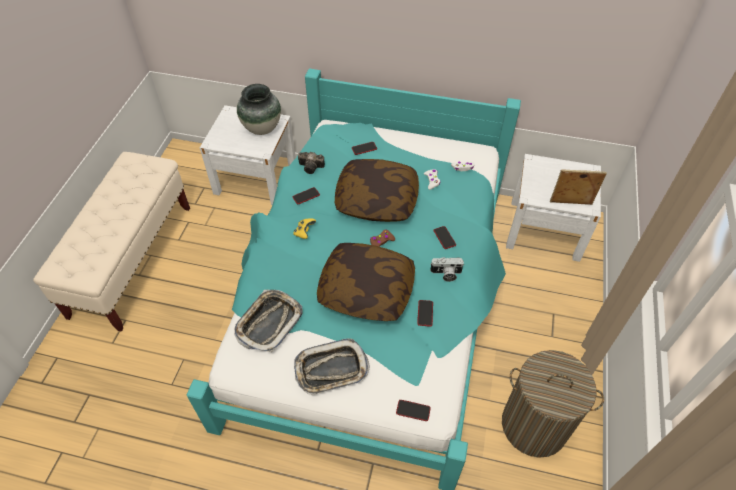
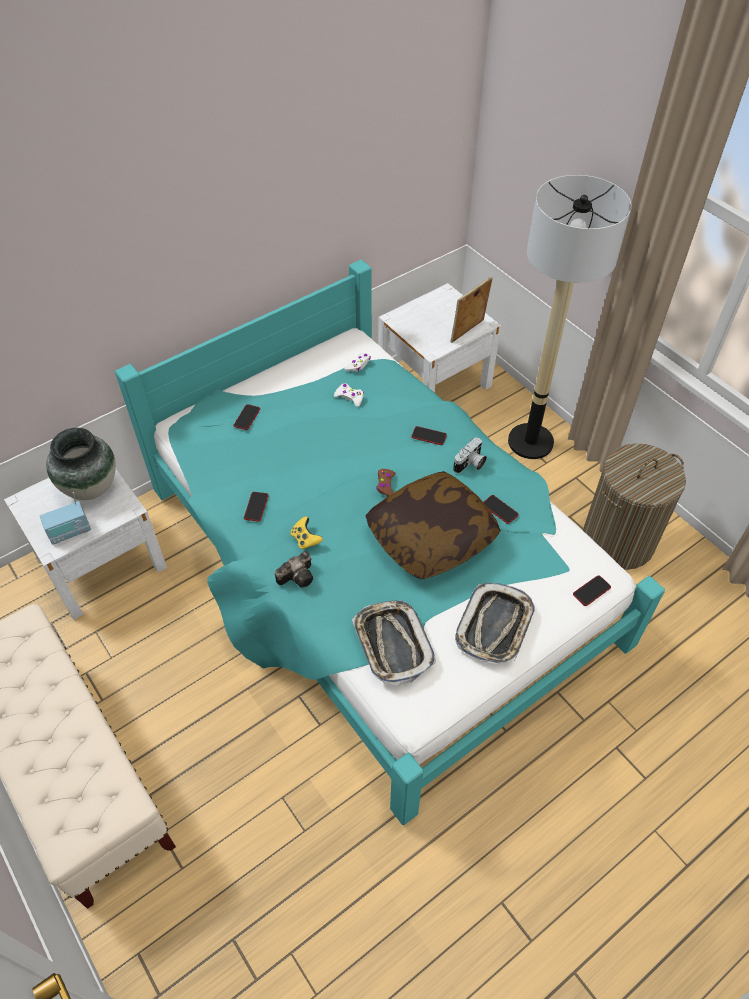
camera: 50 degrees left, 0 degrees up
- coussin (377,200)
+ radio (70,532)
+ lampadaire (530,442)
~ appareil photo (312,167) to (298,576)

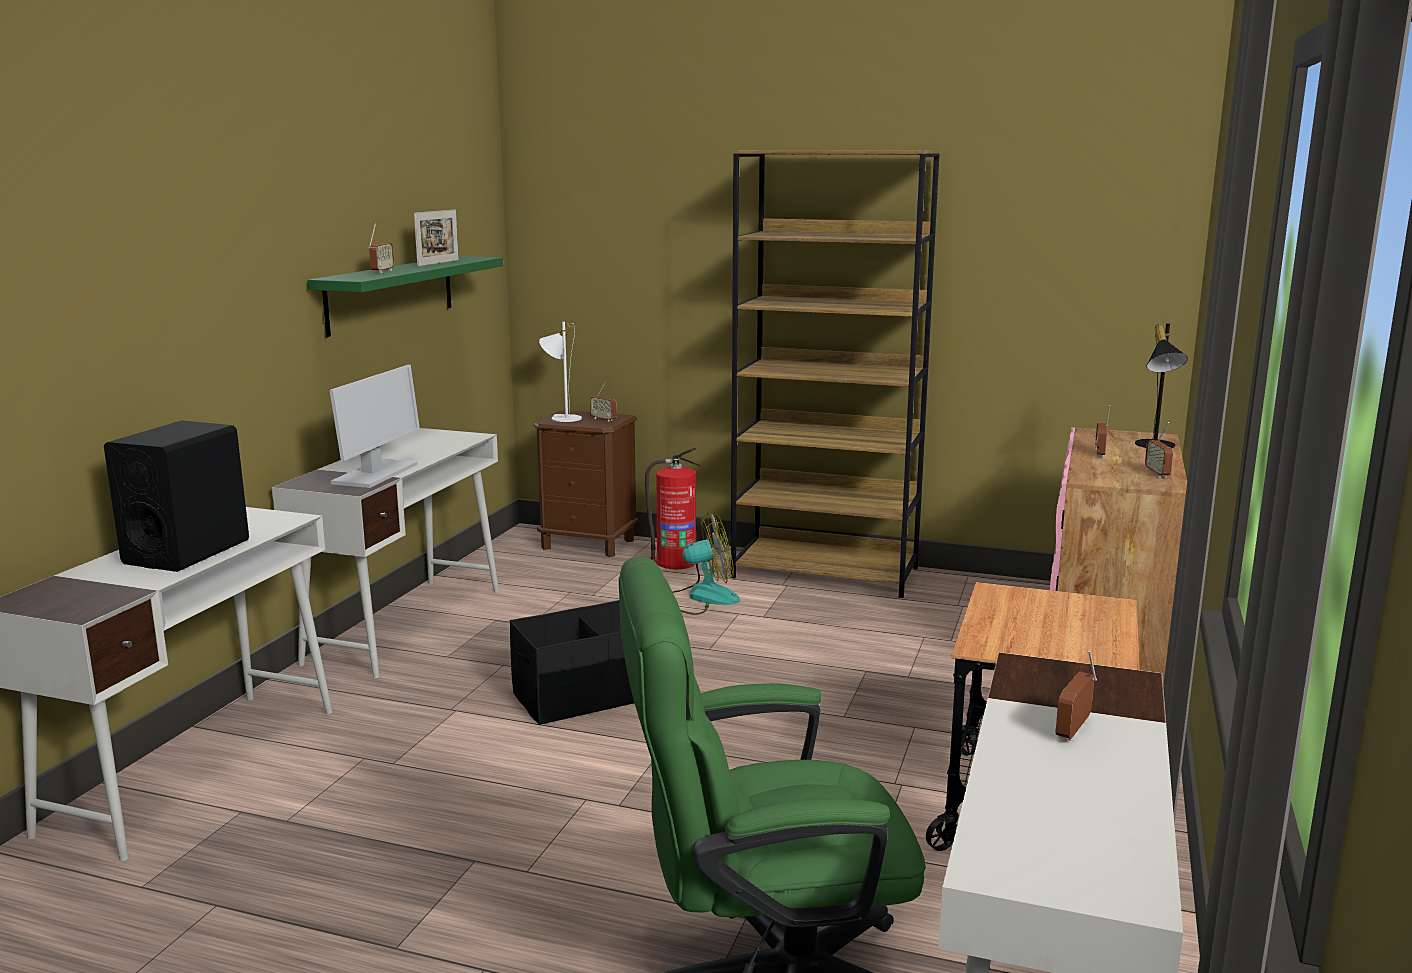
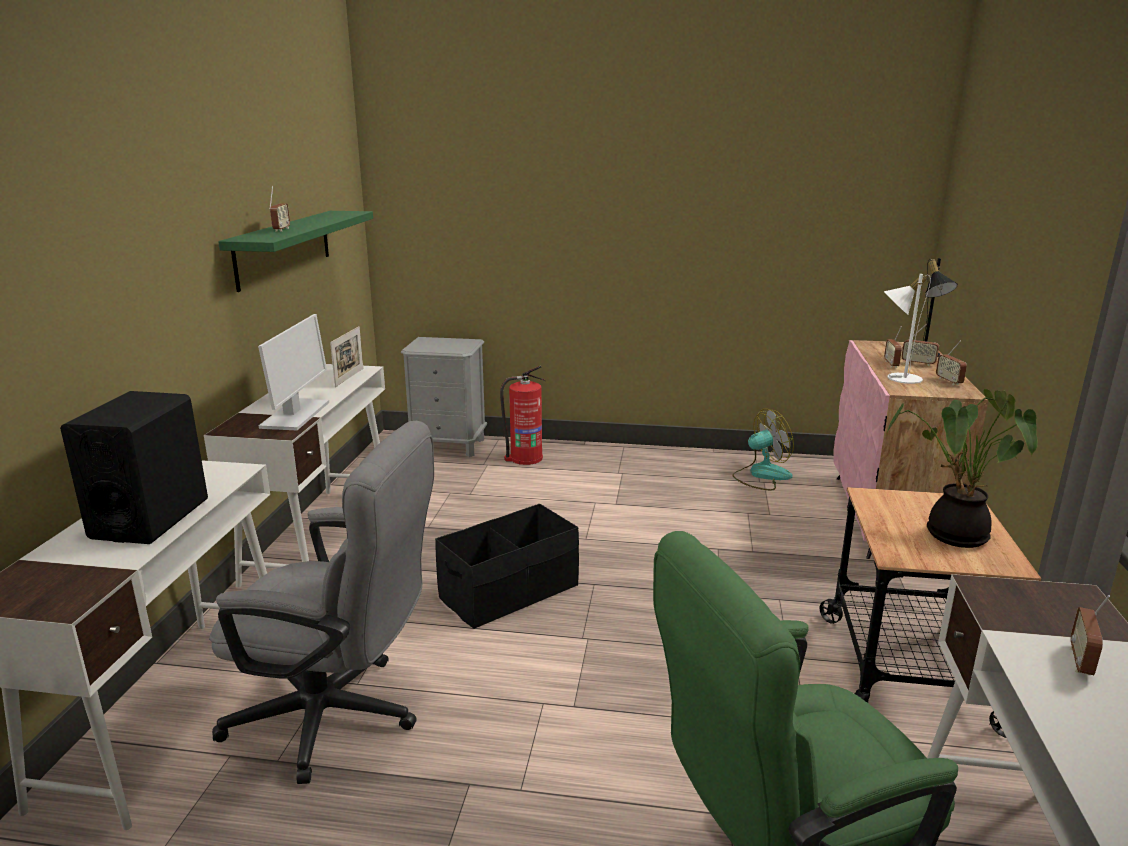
camera: 10 degrees left, 5 degrees up
- bibliothèque (marron) (826,573)
+ chaise de bureau (gris) (339,717)
+ plante en pot (951,535)
~ cadre photo (438,263) to (349,377)
~ lampe de table (blanc) (562,417) to (897,377)
~ radio (603,419) to (918,363)
~ ventilateur (701,598) to (761,475)
~ table de chevet (marron) (589,544) to table de chevet (gris) (448,446)

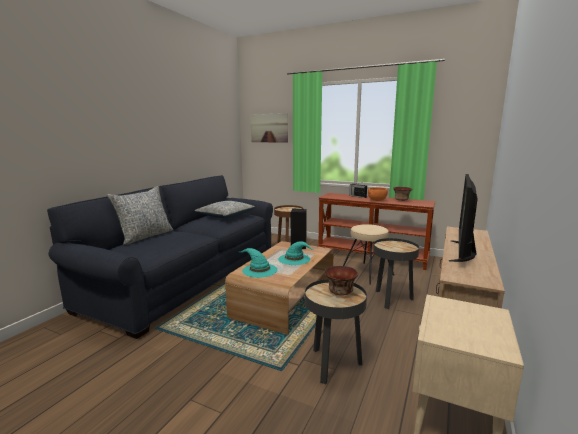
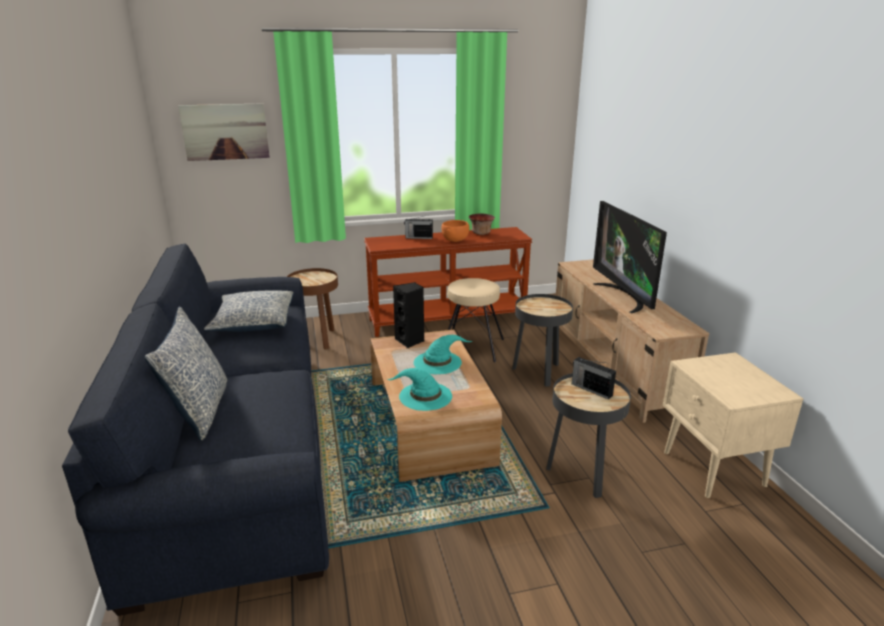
camera: 40 degrees left, 10 degrees up
~ bol (341,292) to radio (591,389)

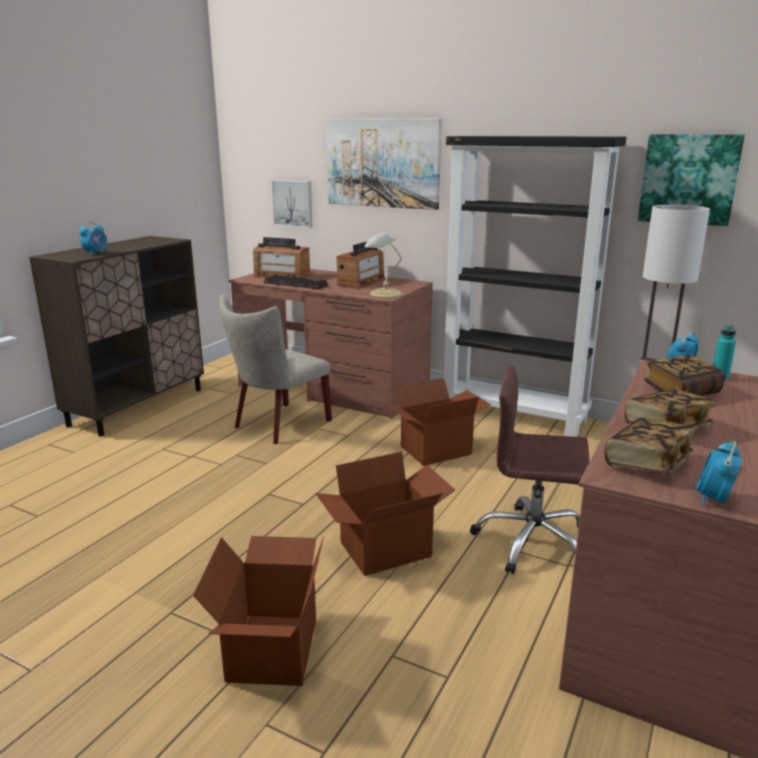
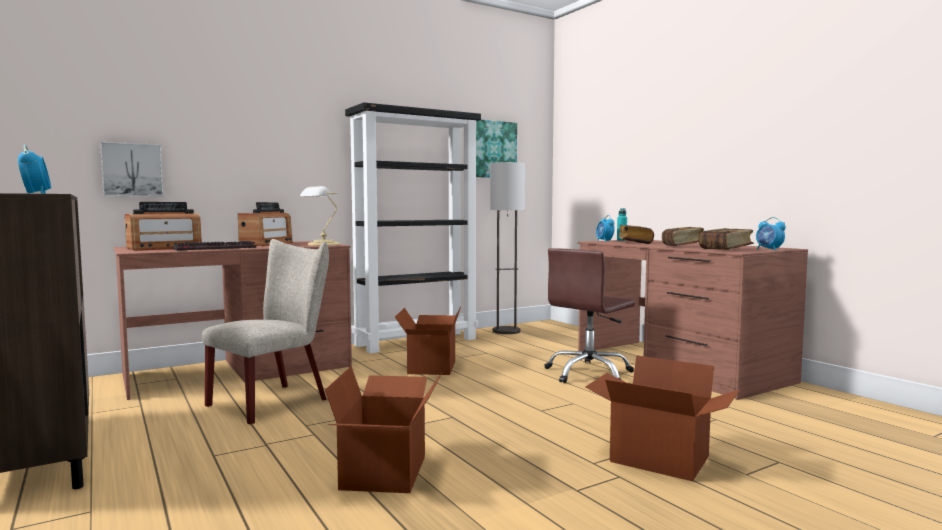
camera: 60 degrees left, 15 degrees down
- tableau (382,163)
~ carton (386,550) to (386,472)
~ chaise (beige) (277,425) = (274,401) 120 degrees counterclockwise
~ radio (361,282) = (267,244) 45 degrees clockwise

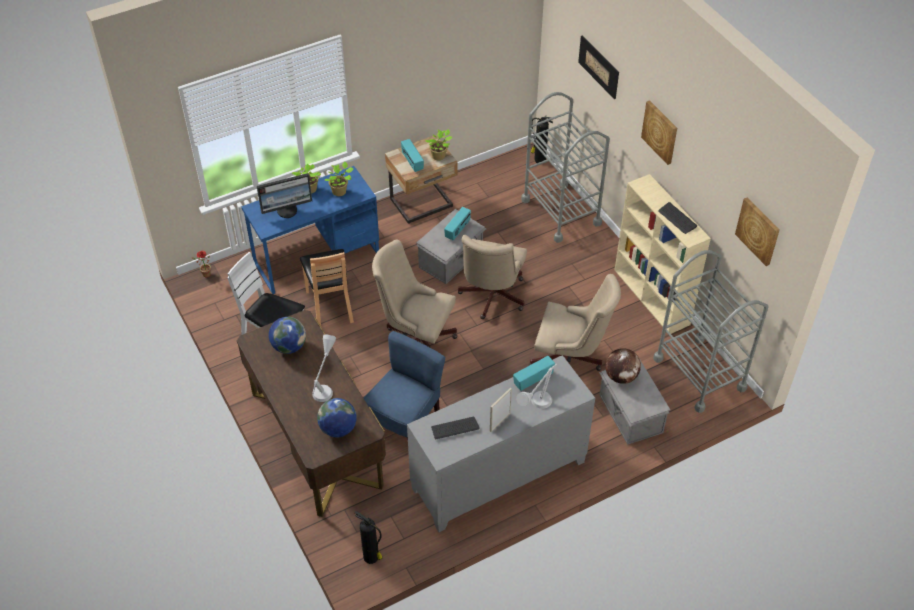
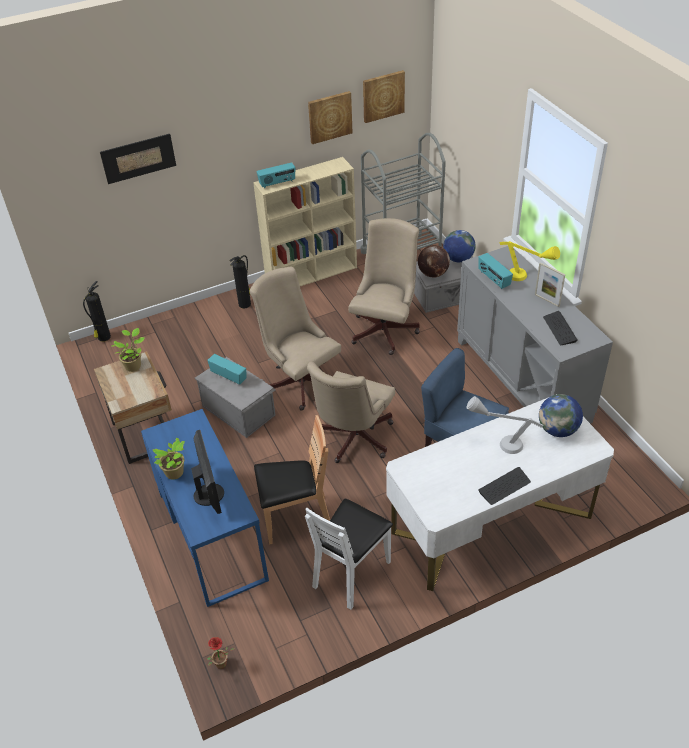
camera: 85 degrees left, 5 degrees down
- plante en pot (340,191)
- chariot (gris) (561,212)
~ globe (289,346) to (458,259)
~ extincteur (371,557) to (245,304)
~ radio (412,162) to (277,183)
~ tableau (660,132) to (329,117)
~ clavier (677,219) to (504,486)
~ bureau (marron) (316,439) to bureau (blanc) (491,524)
~ lampe de table (gris) (535,407) to lampe de table (jaune) (526,278)
~ chaise de bureau (beige) (491,298) = (299,380) 150 degrees counterclockwise

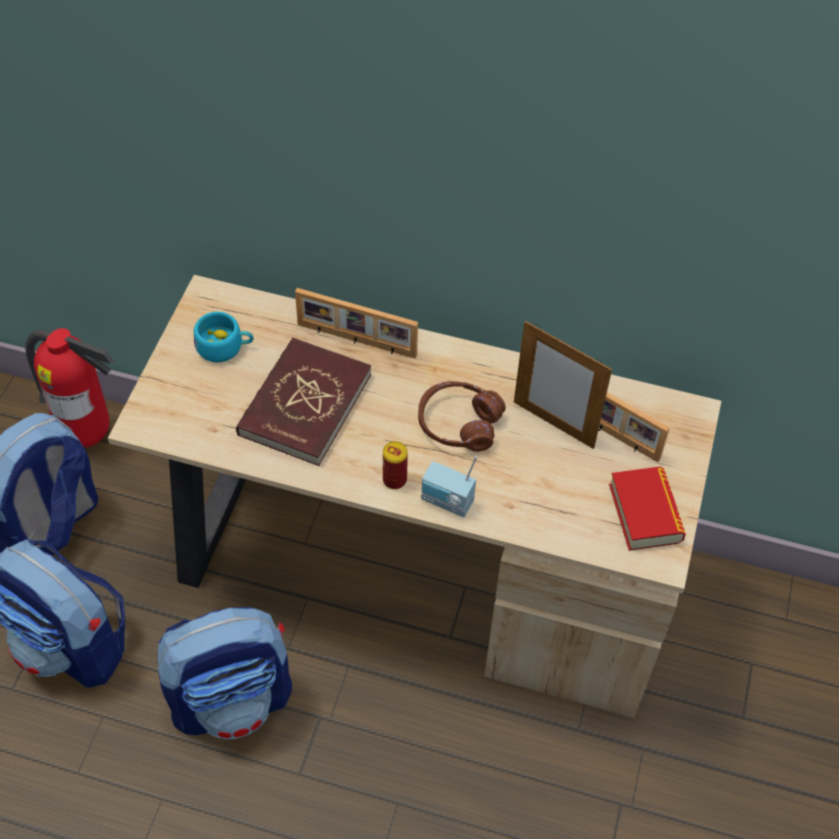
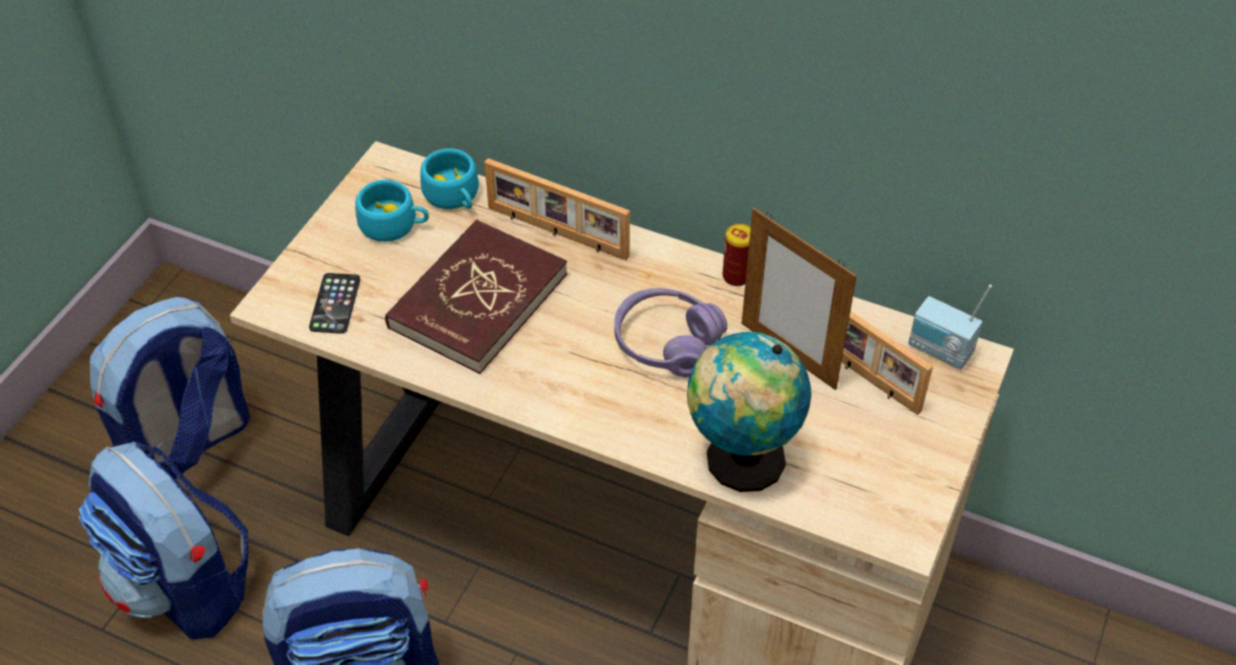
camera: 10 degrees right, 5 degrees down
- extincteur (88,435)
- livre (645,513)
+ téléphone (335,304)
+ tasse (turquoise) (454,197)
+ globe (740,462)
~ boîte métallique (394,479) to (736,276)
~ radio (446,502) to (939,351)
~ casque audio (marron) (458,424) to casque audio (violet) (666,342)

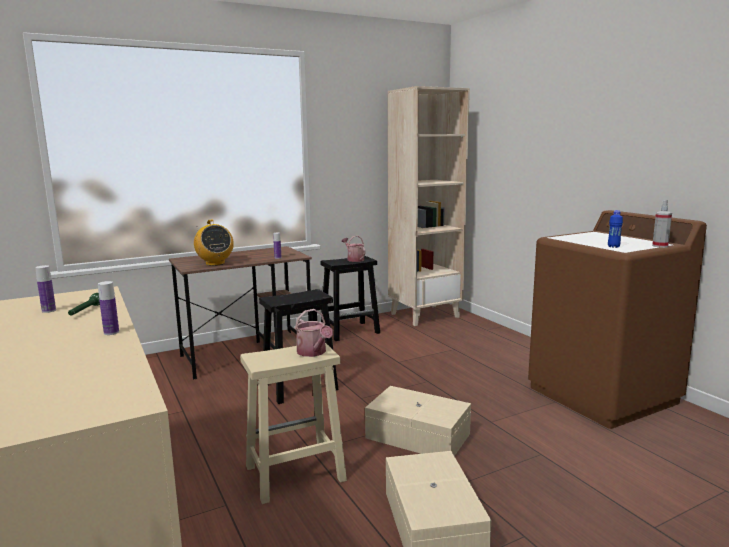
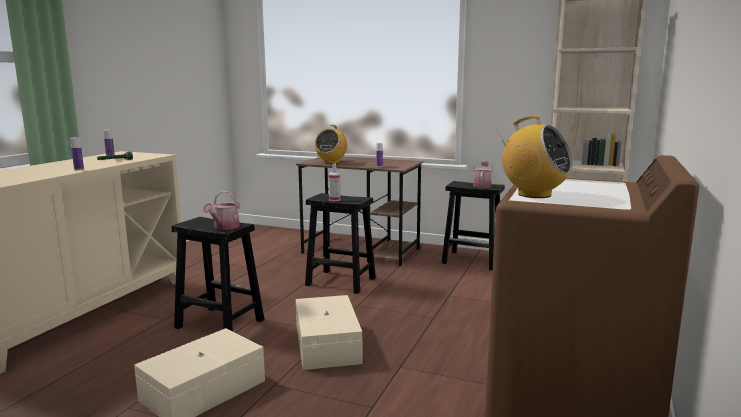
camera: 50 degrees right, 0 degrees up
~ vaporisateur (660,246) to (334,200)
~ bouteille (bleu) (613,247) to radio (533,194)
~ tabouret (beige) (293,474) to tabouret (noir) (218,324)

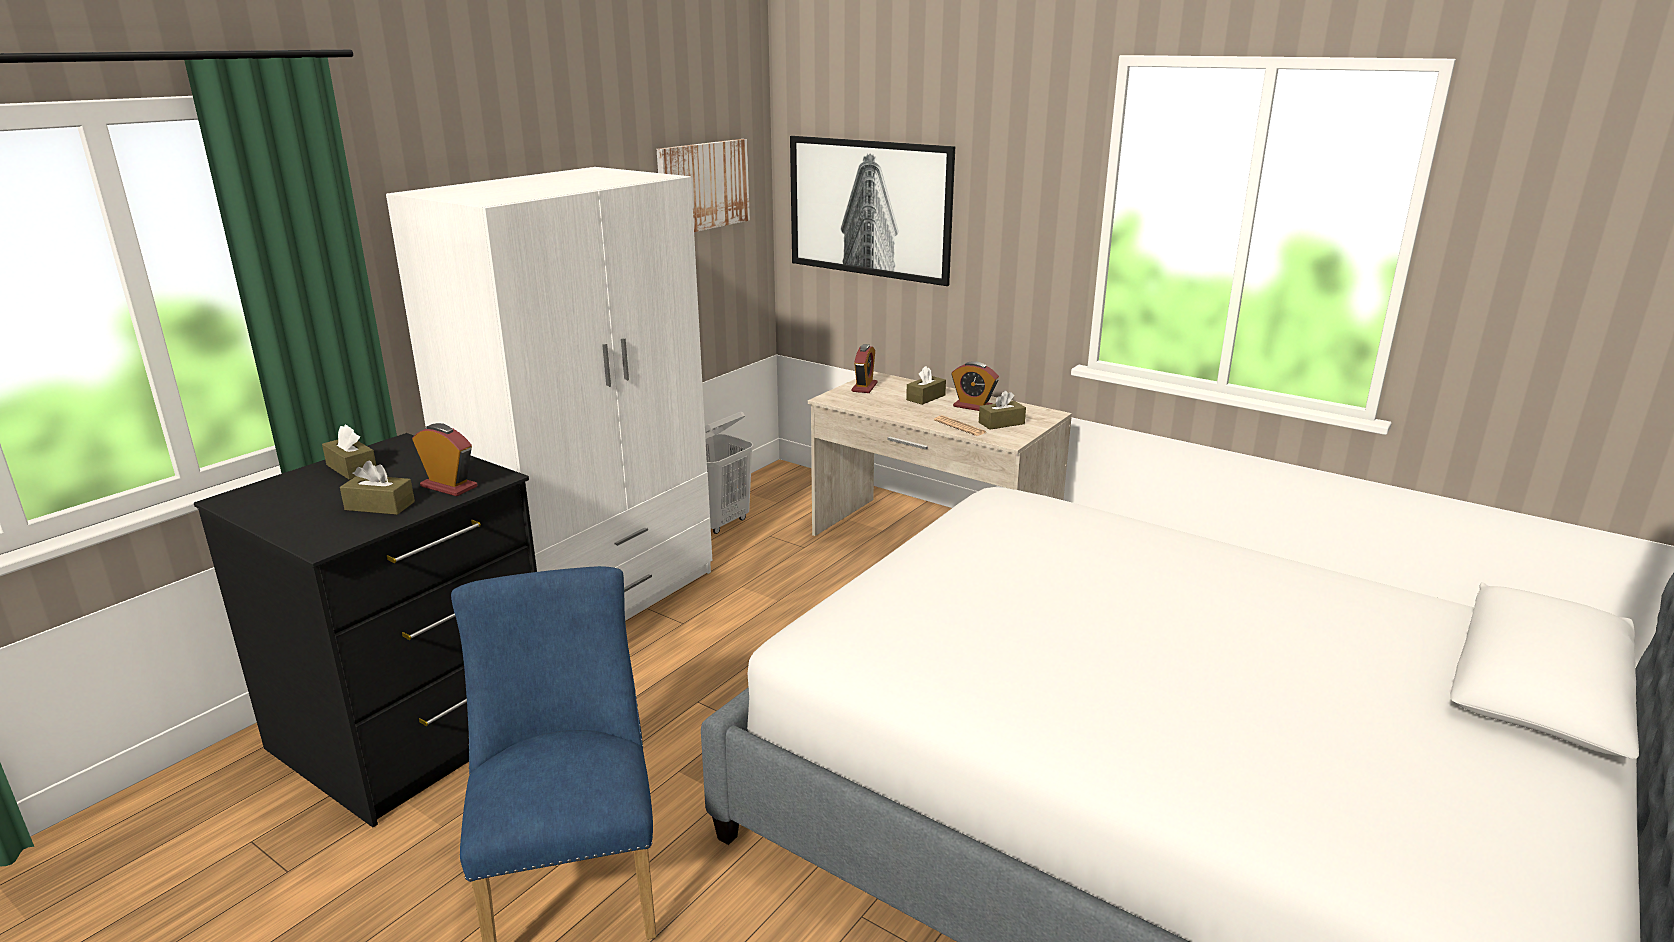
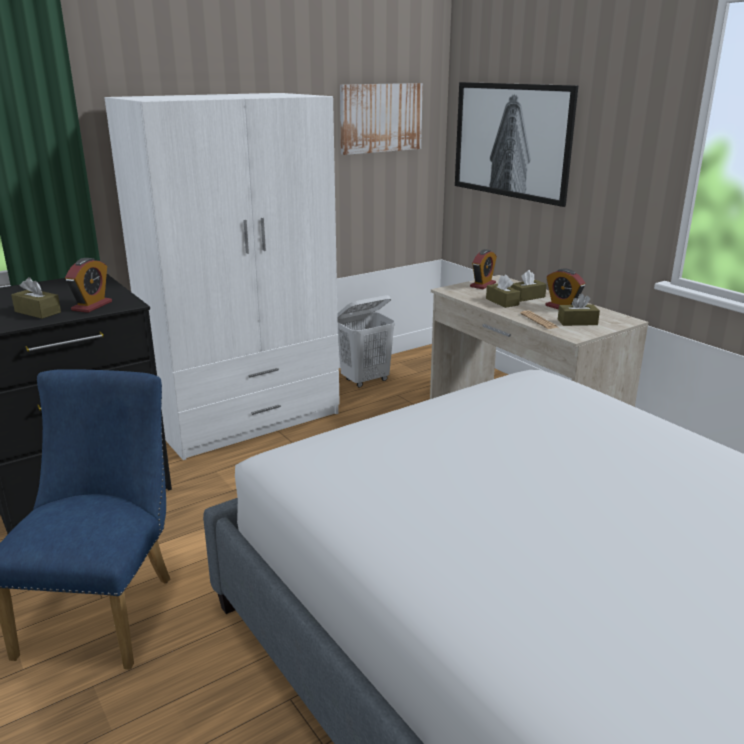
camera: 20 degrees right, 0 degrees up
~ boîte à mouchoirs (marron) (351,468) to (502,302)
~ réveil (449,486) = (92,306) 60 degrees clockwise

